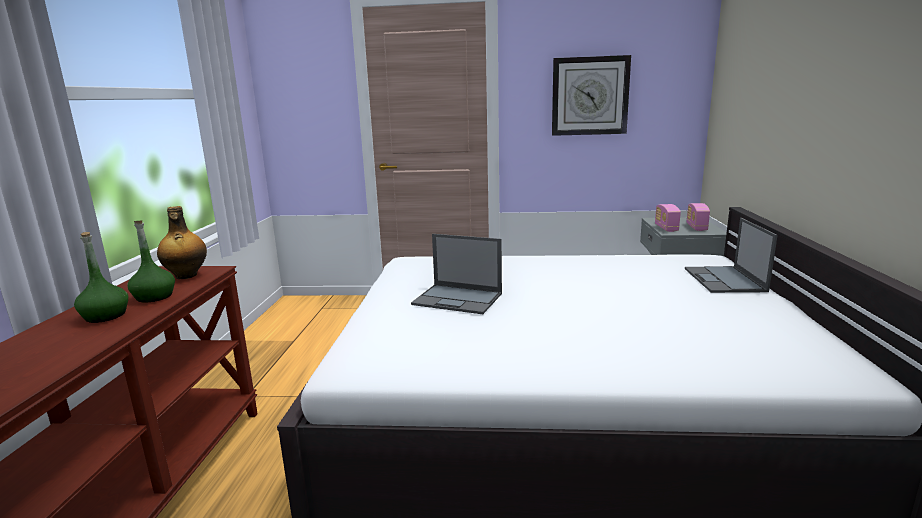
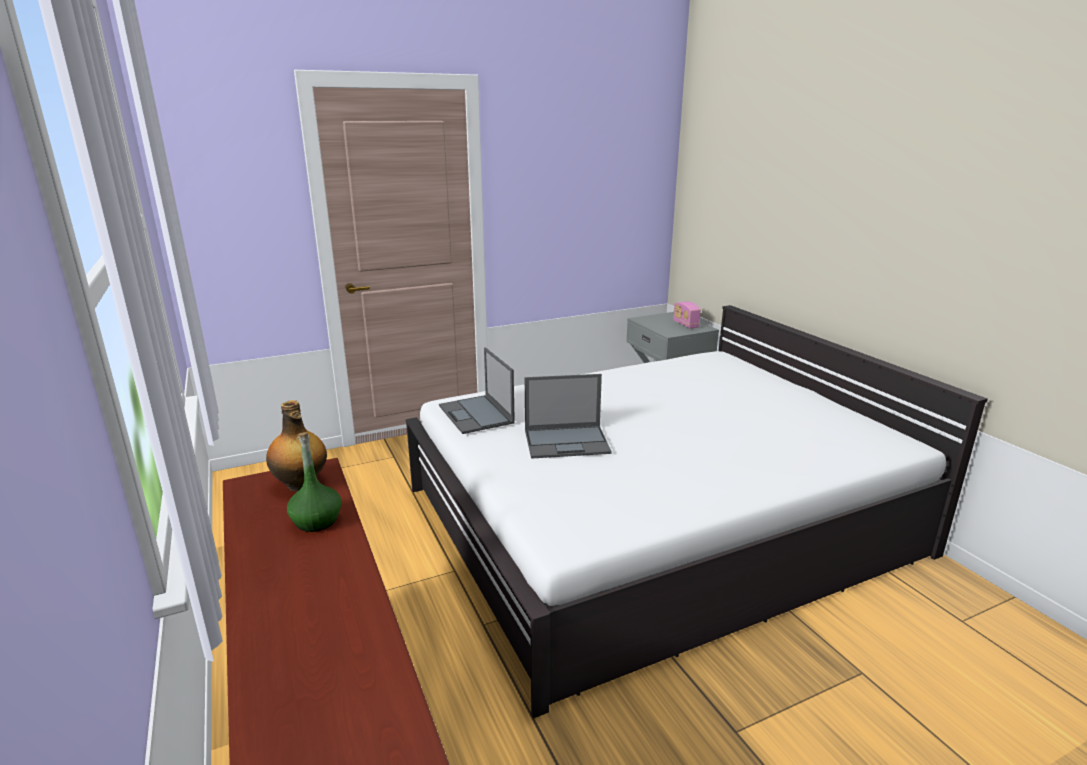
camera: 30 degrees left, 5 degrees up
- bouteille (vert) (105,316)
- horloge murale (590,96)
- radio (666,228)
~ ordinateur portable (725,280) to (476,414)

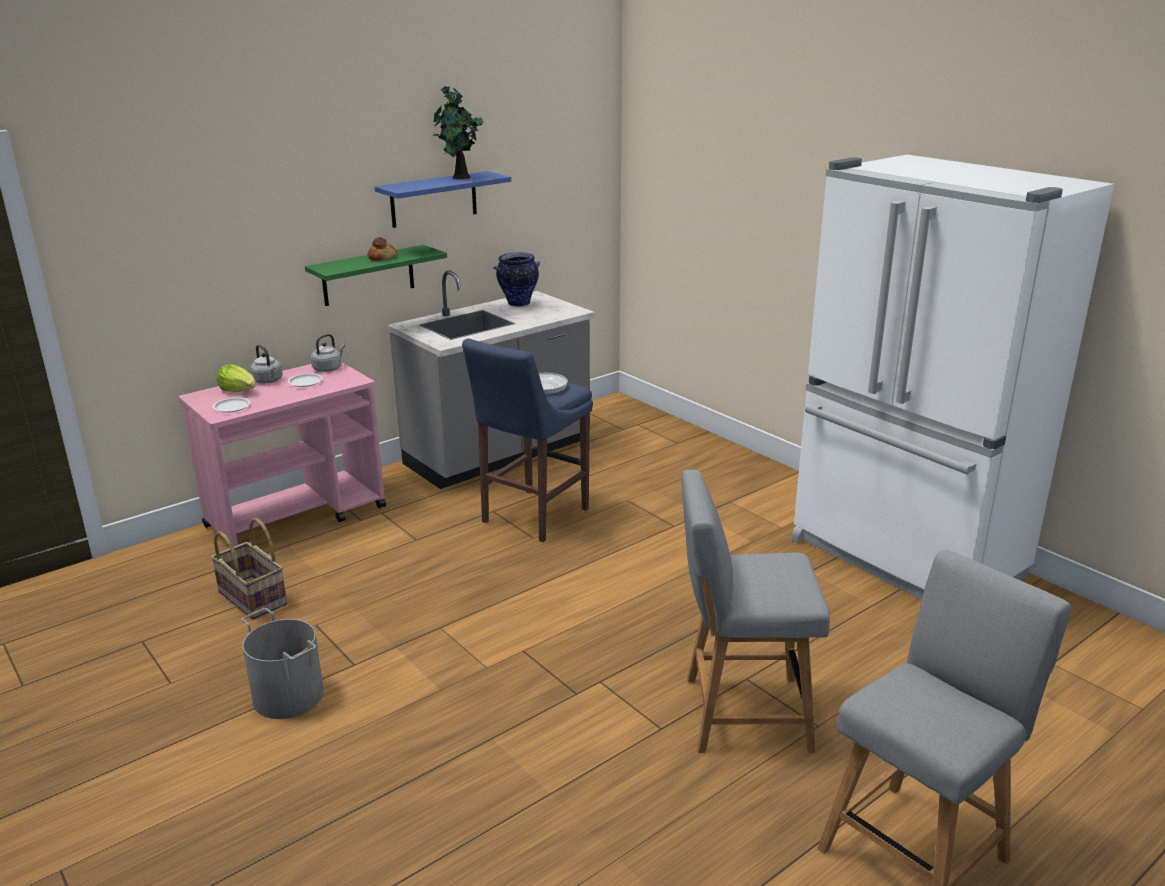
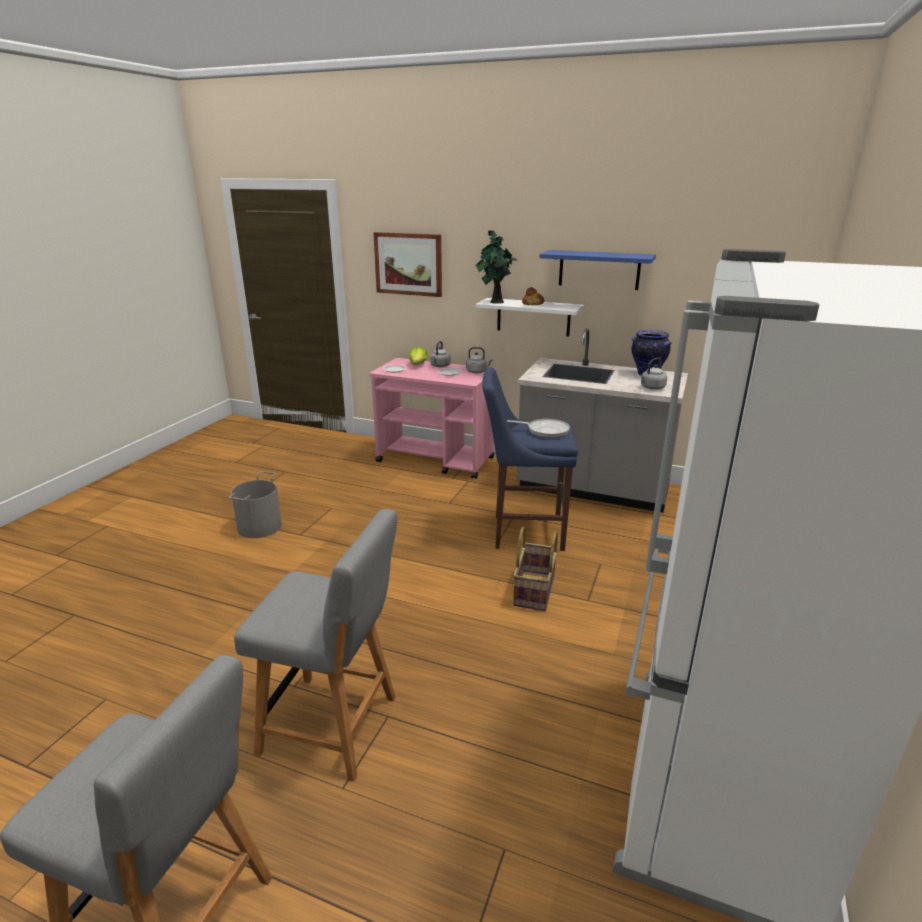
camera: 60 degrees right, 0 degrees up
+ tableau (408,264)
+ bouilloire (gris) (651,388)
~ panier (254,598) to (535,591)
~ plante en pot (460,177) to (495,302)
~ étagère (vert) (368,275) to étagère (blanc) (533,317)
~ chaise (gris) (739,713) = (335,726) 135 degrees clockwise

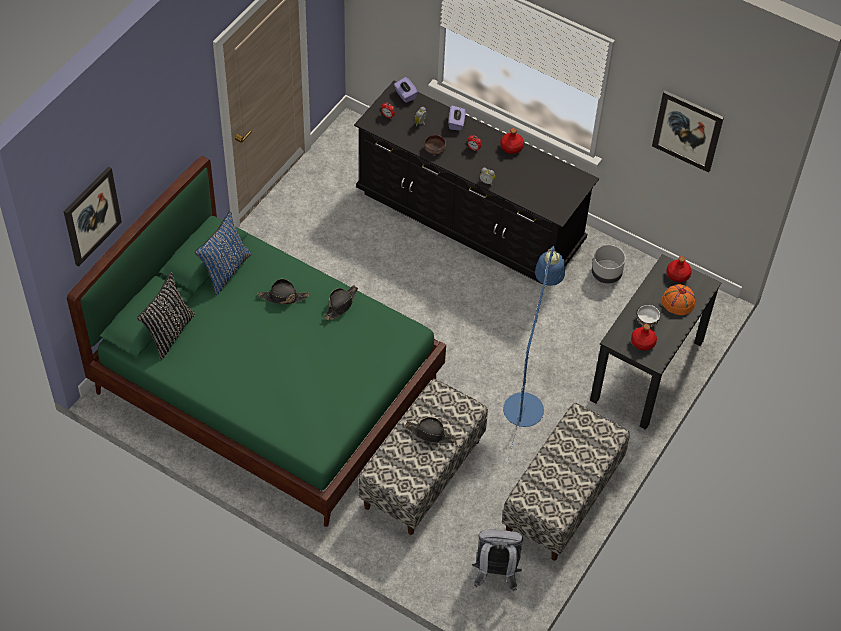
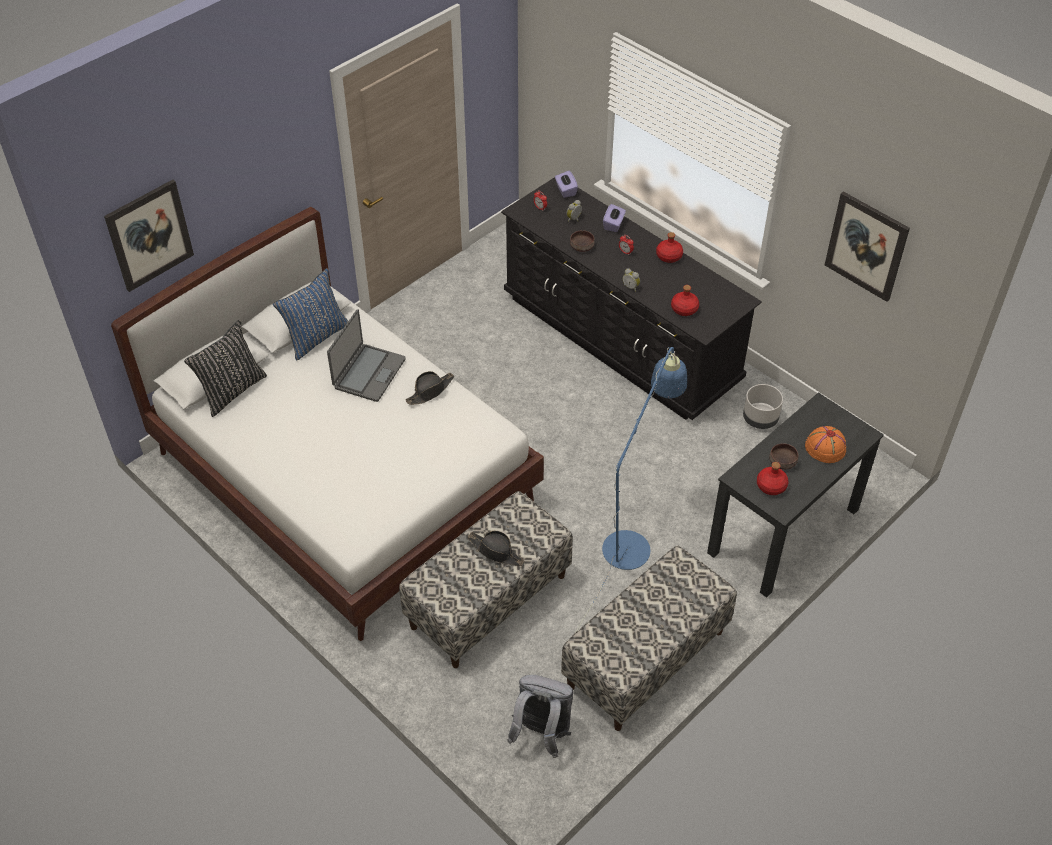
camera: 15 degrees right, 5 degrees down
~ bouteille (rouge) (678,275) to (684,309)
~ chapeau (noir) (283,297) to ordinateur portable (368,373)
~ lit (vert) (268,387) to lit (blanc) (345,477)
~ bol (blanc) (646,319) to bol (marron) (782,461)

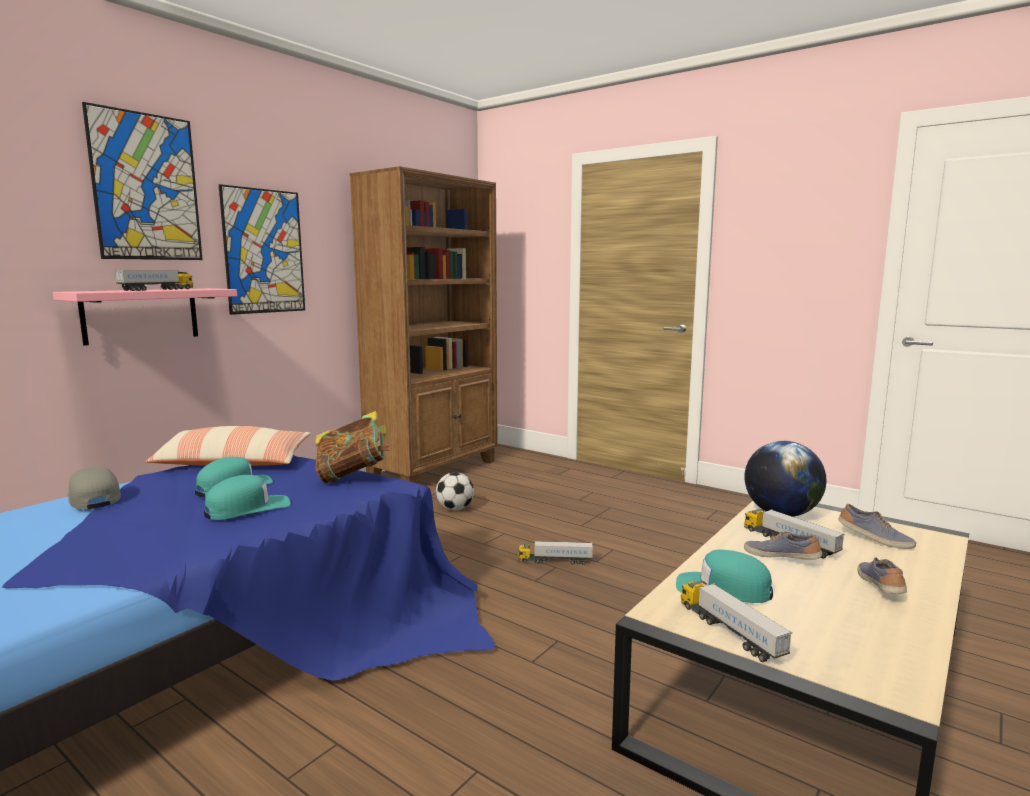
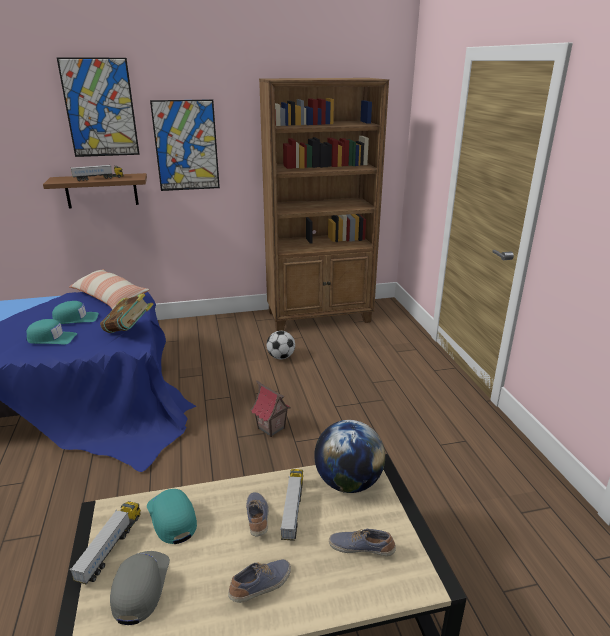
camera: 40 degrees right, 15 degrees up
~ casquette (gris) (93,498) to (140,586)
~ camion jouet (555,561) to maison miniature (271,428)
~ étagère (rose) (141,315) to étagère (marron) (101,190)
~ chaussure (874,539) = (361,548) 120 degrees clockwise

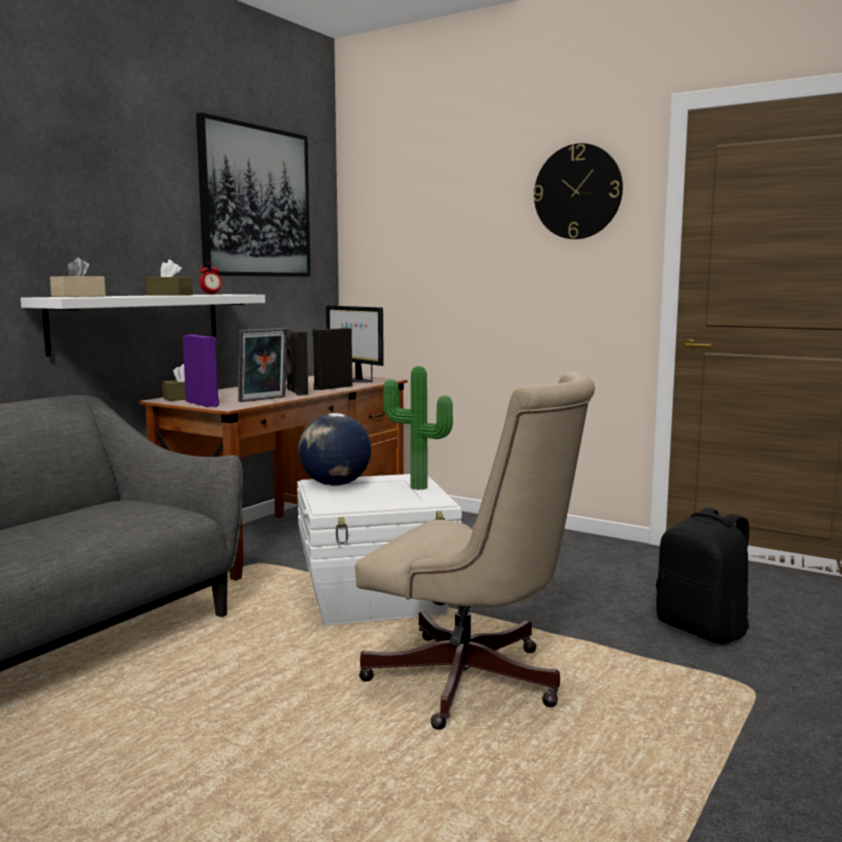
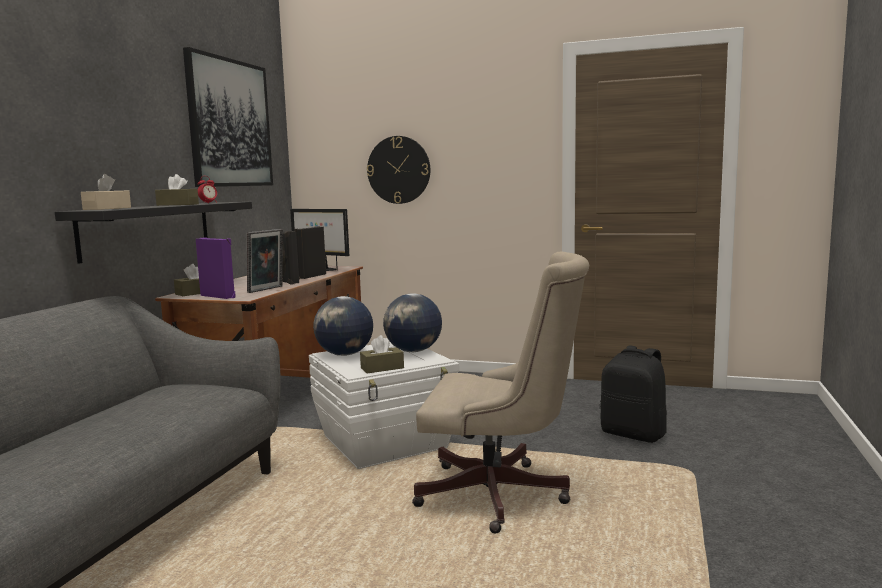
camera: 15 degrees left, 0 degrees up
+ boîte à mouchoirs (marron) (382,368)
~ horloge murale (577,192) to (399,170)
~ plante en pot (417,488) to globe (413,351)
~ étagère (blanc) (137,322) to étagère (noir) (148,229)

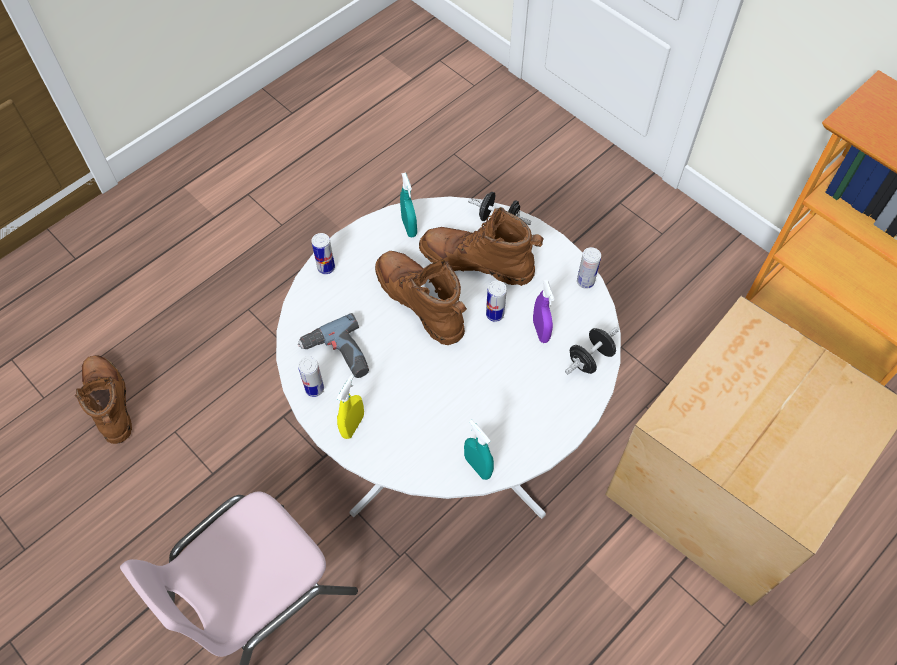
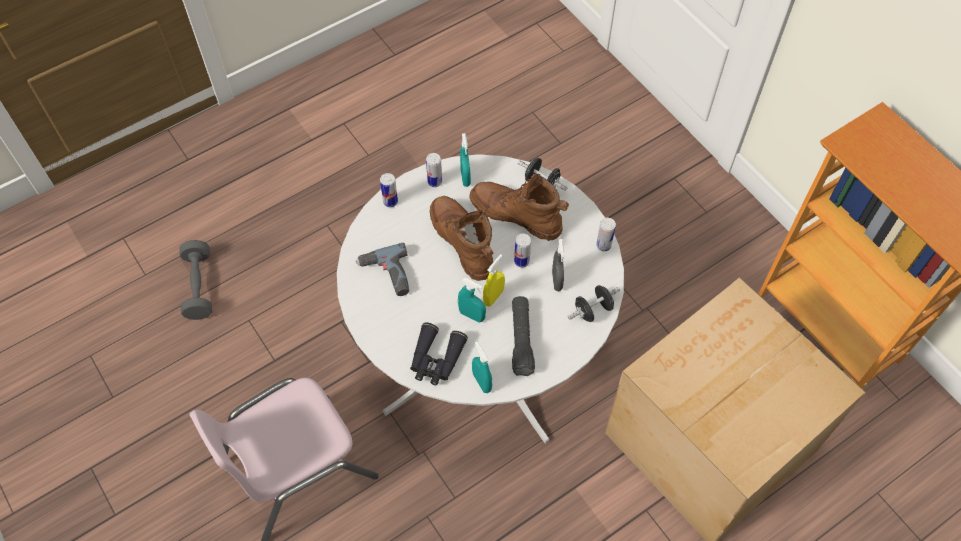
camera: 10 degrees right, 0 degrees up
+ jumelles (noir) (436,359)
+ vaporisateur (turquoise) (472,315)
+ lampe de poche (noir) (521,340)
~ boîte métallique (314,388) to (435,182)
~ vaporisateur (jaune) (353,425) to (493,297)
~ botte (marron) (110,402) to haltère (gris) (199,286)
~ vaporisateur (violet) (540,331) to vaporisateur (gris) (557,281)

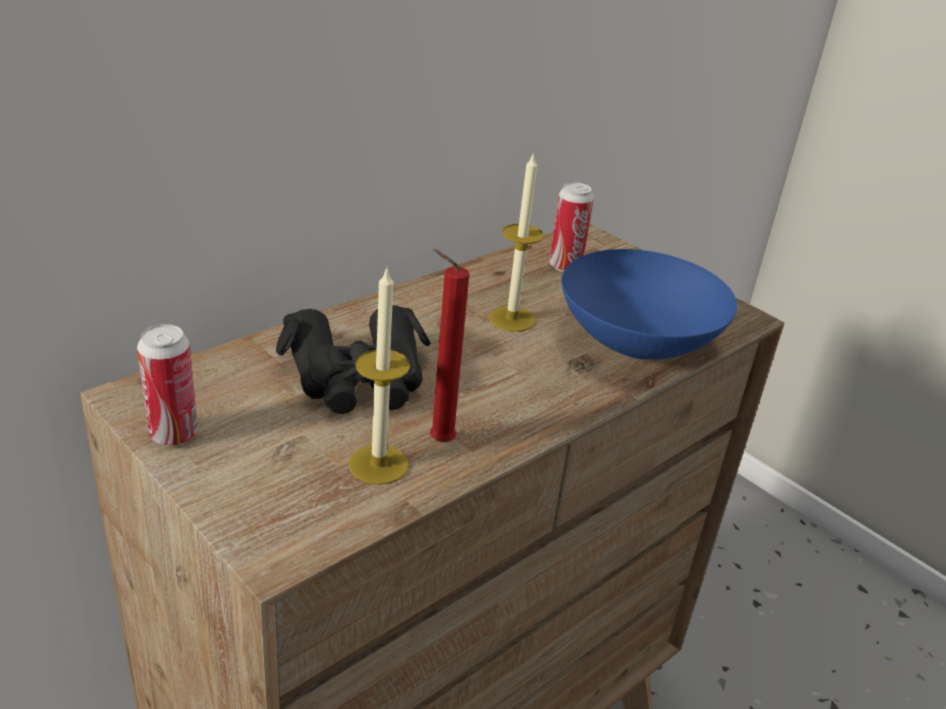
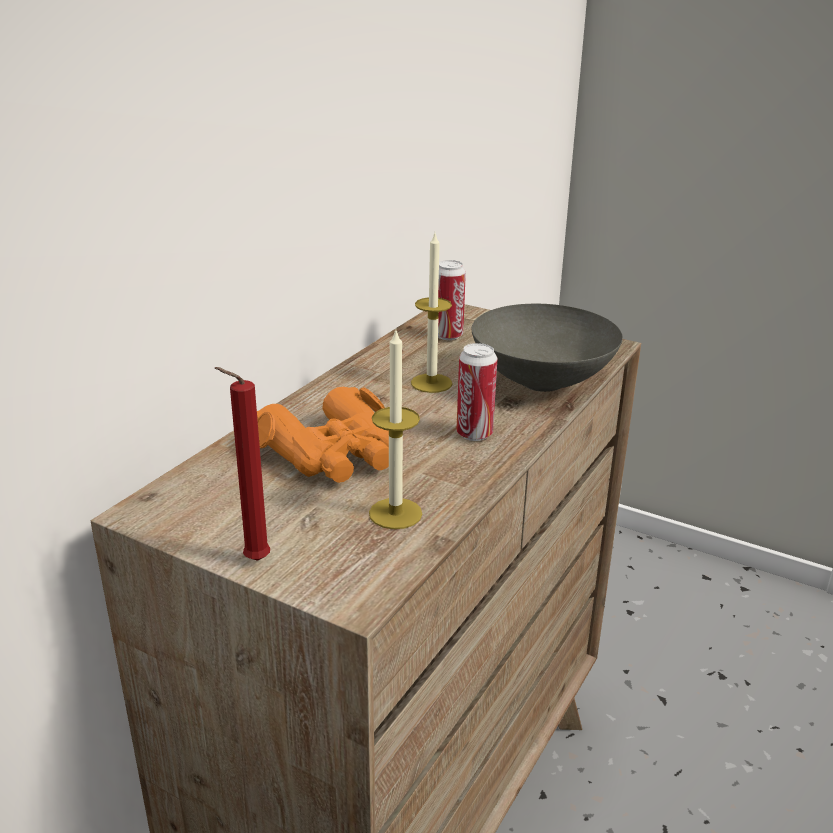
camera: 15 degrees left, 5 degrees down
~ boîte métallique (173,434) to (474,434)
~ bougie (rouge) (437,442) to (252,561)
~ jumelles (noir) (357,377) to jumelles (orange) (333,453)
~ bol (bleu) (635,343) to bol (gris) (540,381)

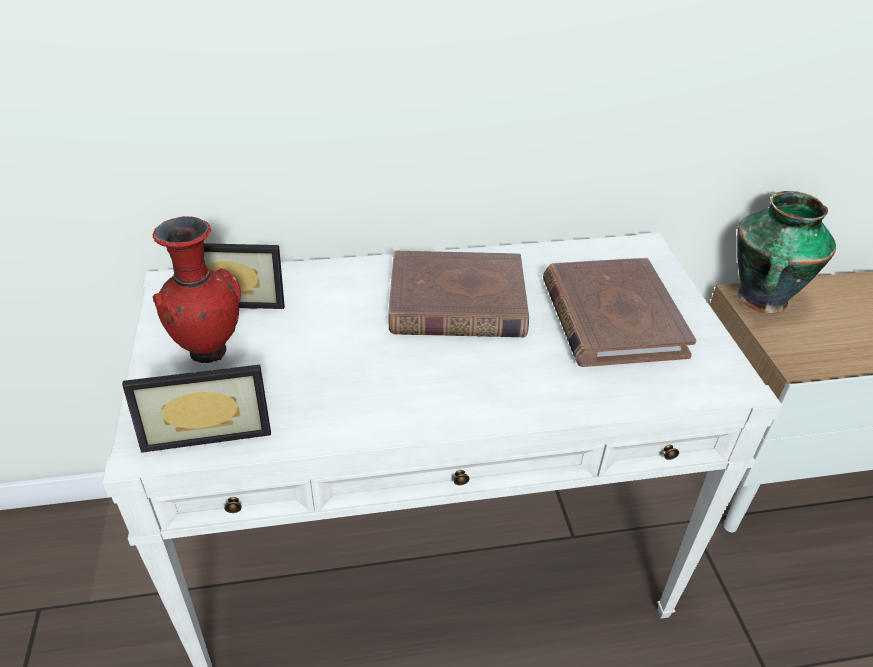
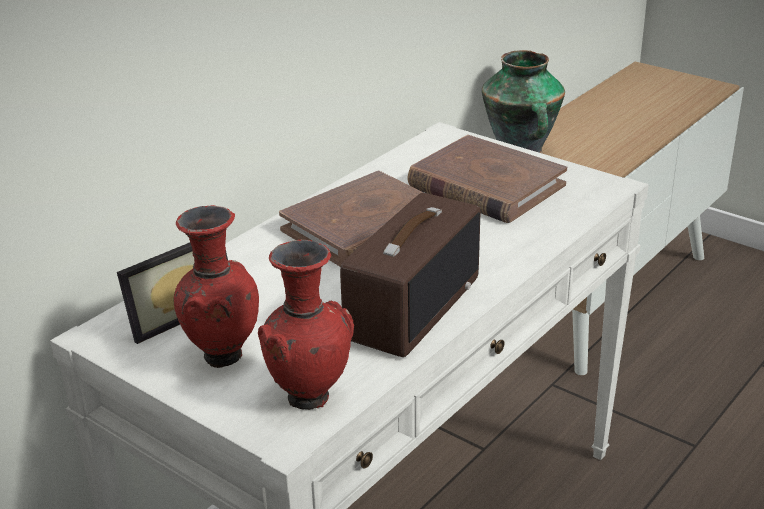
camera: 40 degrees left, 10 degrees down
+ radio (412,307)
~ cadre photo (207,427) to vase (rouge) (309,396)

